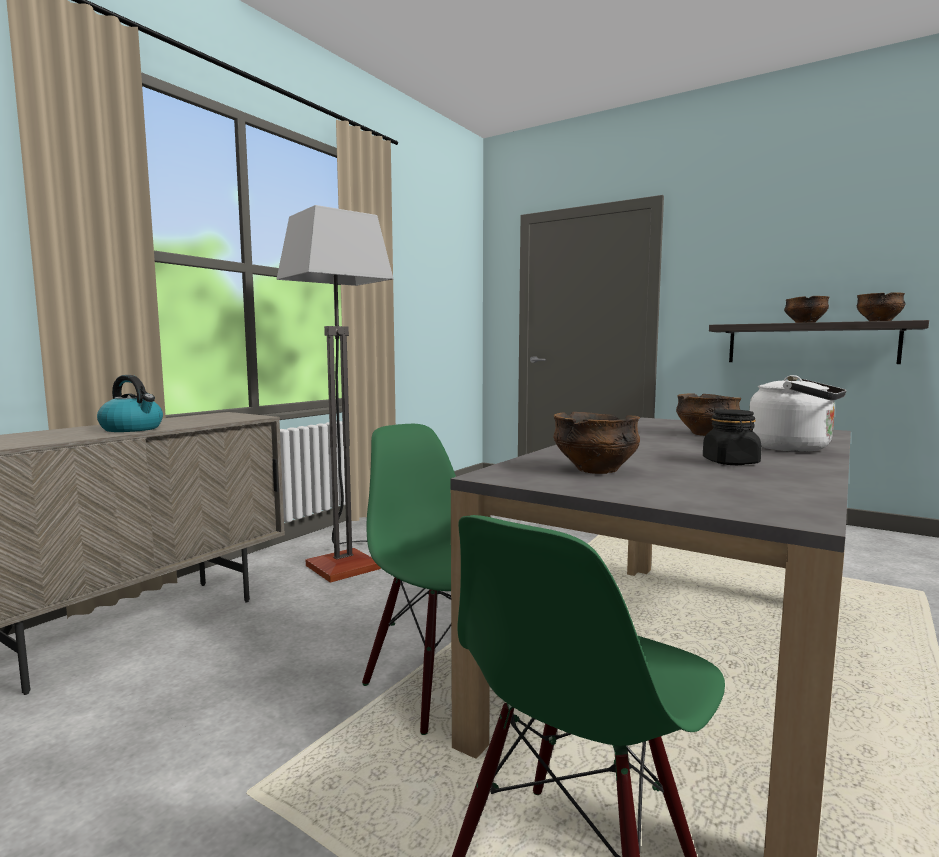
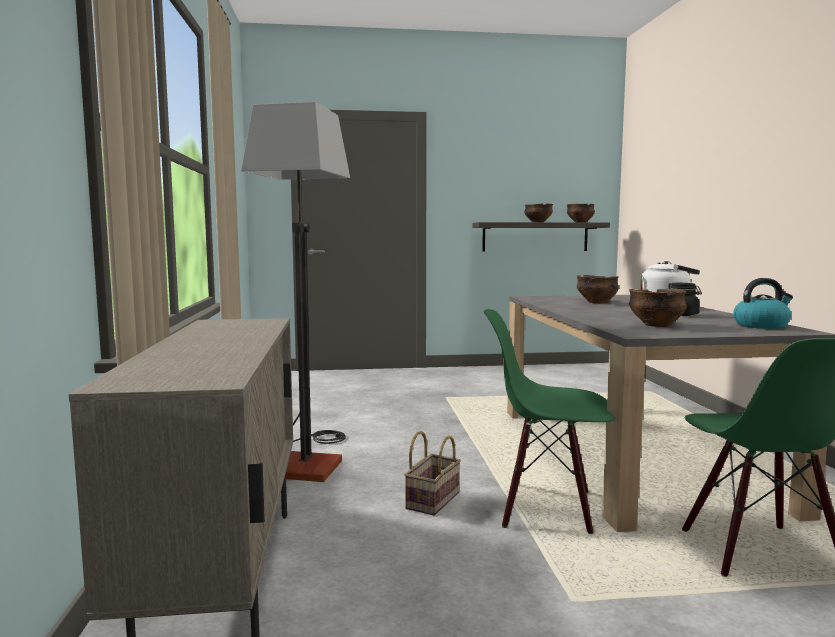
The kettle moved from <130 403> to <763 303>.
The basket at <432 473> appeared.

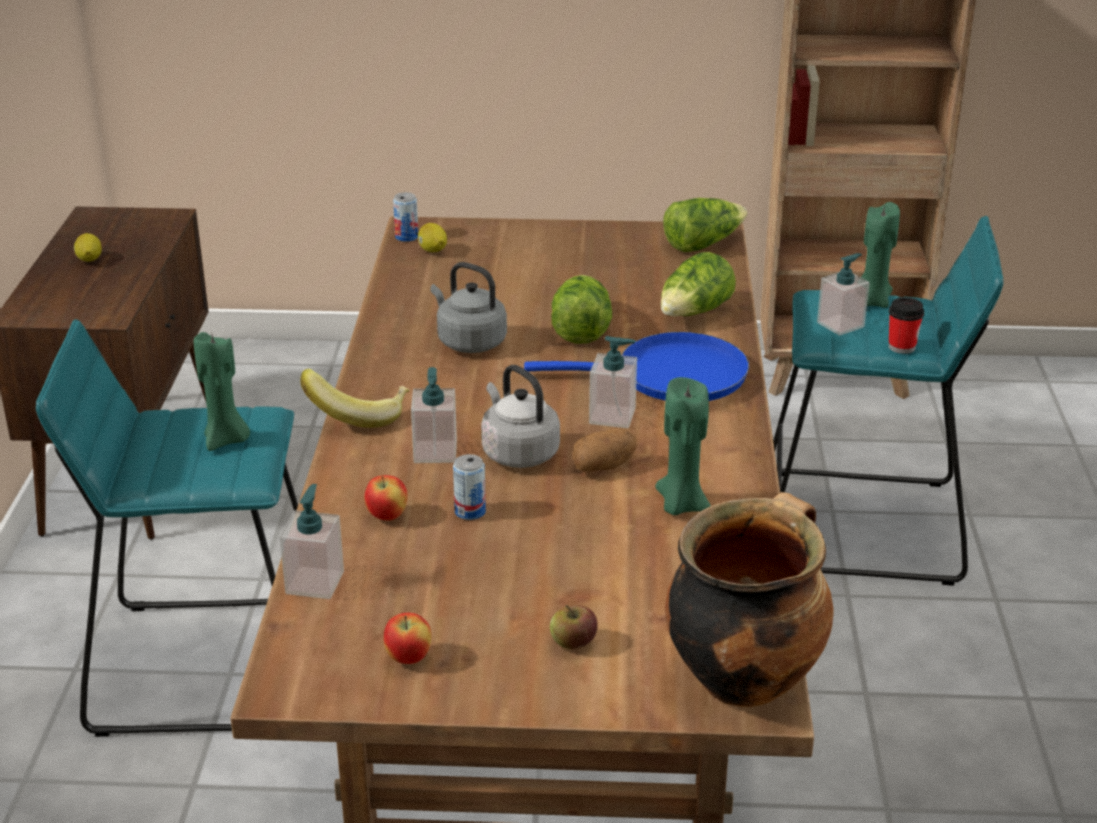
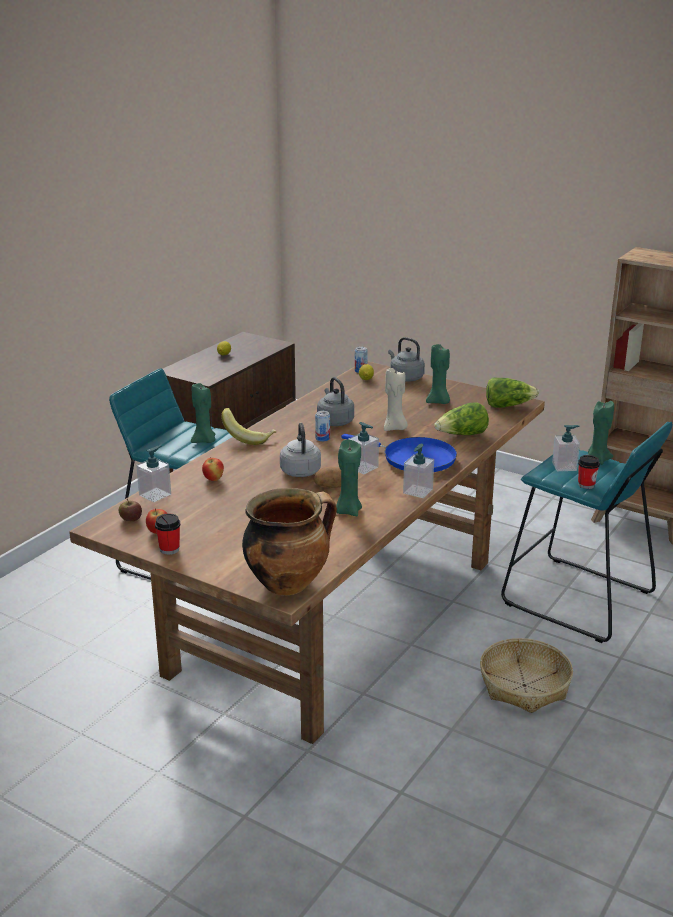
The lettuce at <581 309> was replaced by the candle (beige) at <396 399>.
The soap dispenser moved from <434 415> to <418 471>.
The can moved from <469 487> to <322 426>.
The apple moved from <574 627> to <130 510>.
The kettle (grey) at <406 359> appeared.
The candle (green) at <438 374> appeared.
The cup at <168 534> appeared.
The basket at <526 675> appeared.

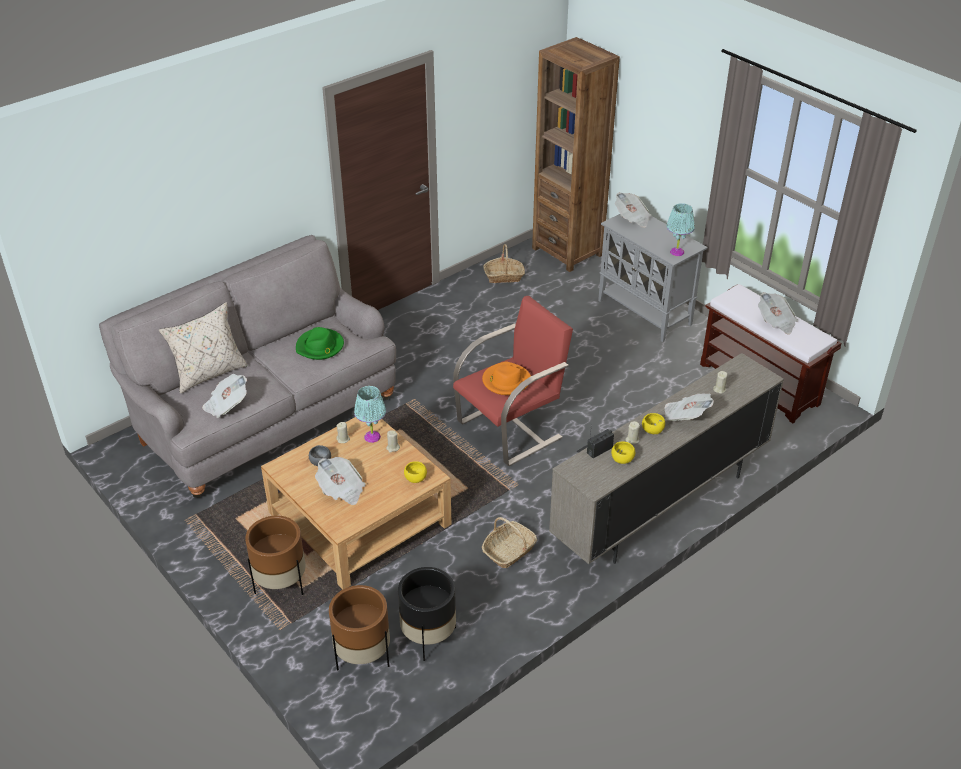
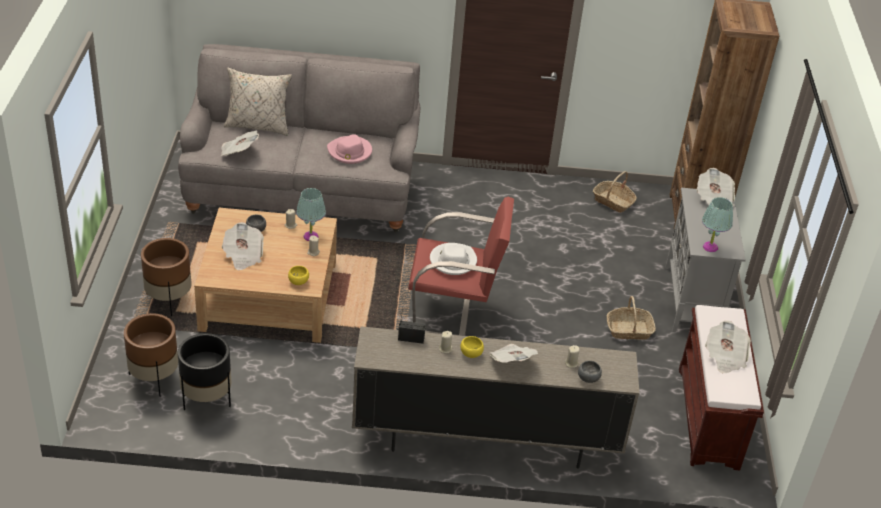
The hat (green) at <320 343> became the hat (pink) at <349 149>.
The hat (orange) at <506 378> became the hat (white) at <453 259>.
The bowl (yellow) at <623 452> disappeared.
The basket moved from <509 542> to <631 318>.
The bowl (grey) at <590 372> appeared.

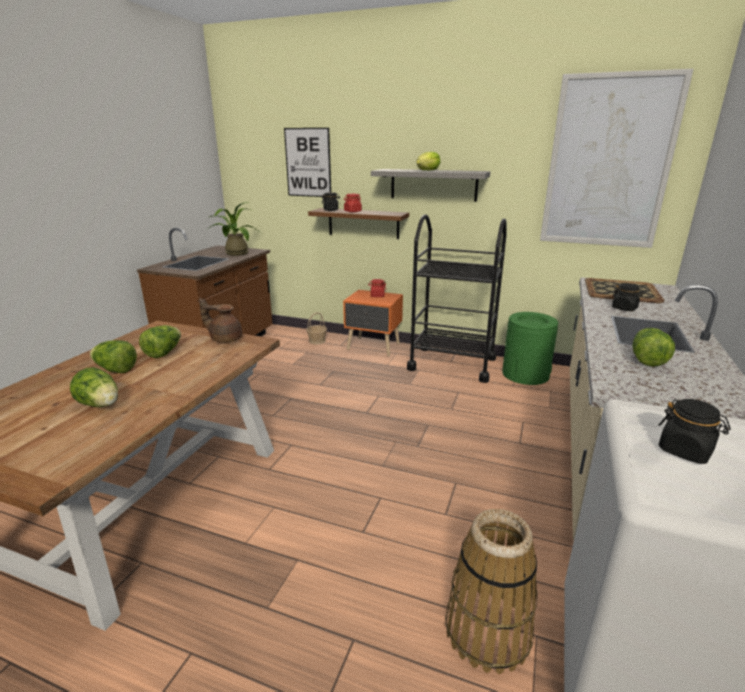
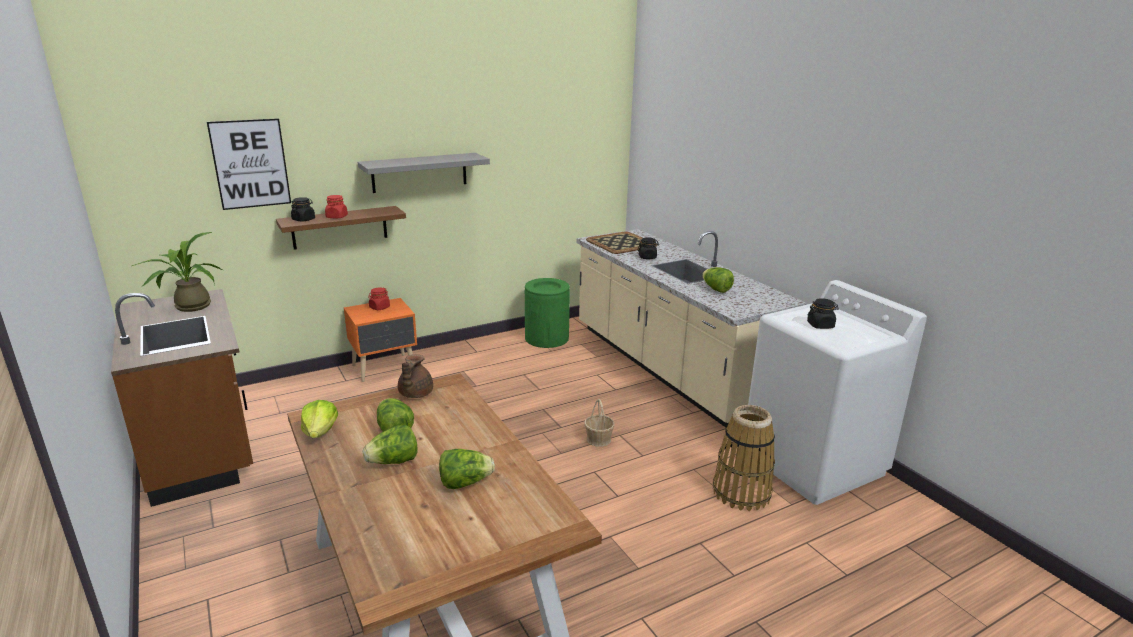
The picture at <616 158> disappeared.
The lettuce moved from <428 161> to <319 419>.
The cart (black) at <457 299> disappeared.
The teapot (brown) at <220 320> turned 45 degrees counterclockwise.
The basket moved from <316 328> to <599 423>.

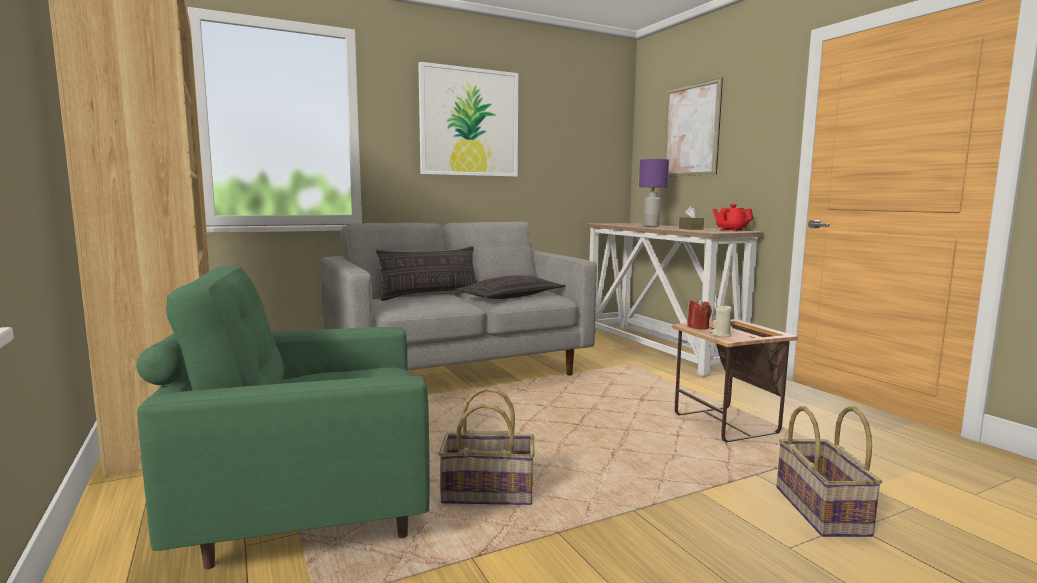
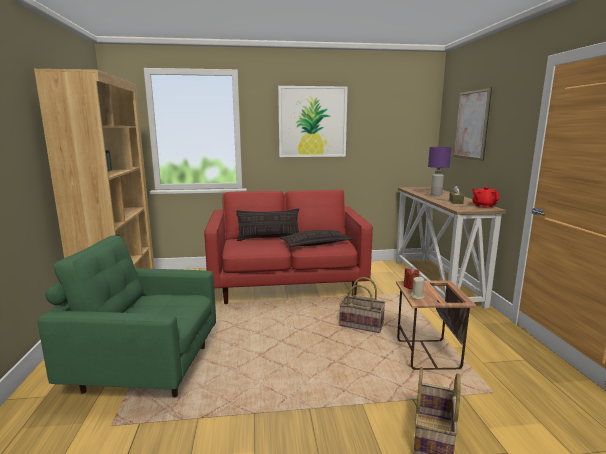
The sofa (grey) at <459 298> became the sofa (red) at <288 247>.
The basket moved from <486 446> to <362 305>.

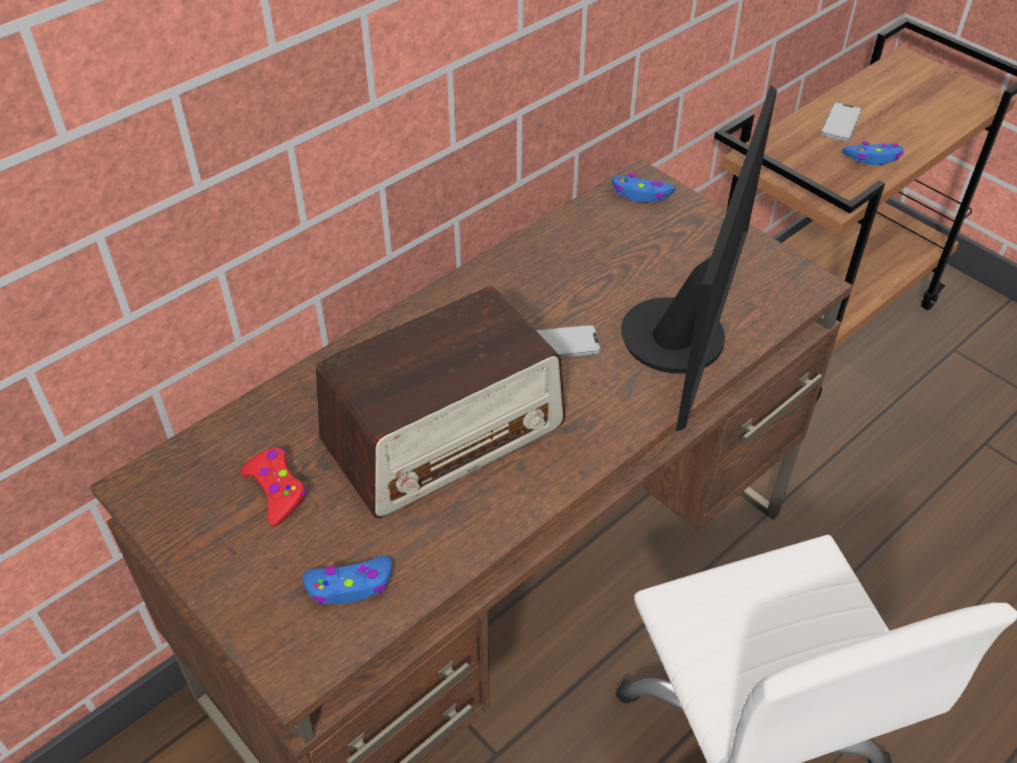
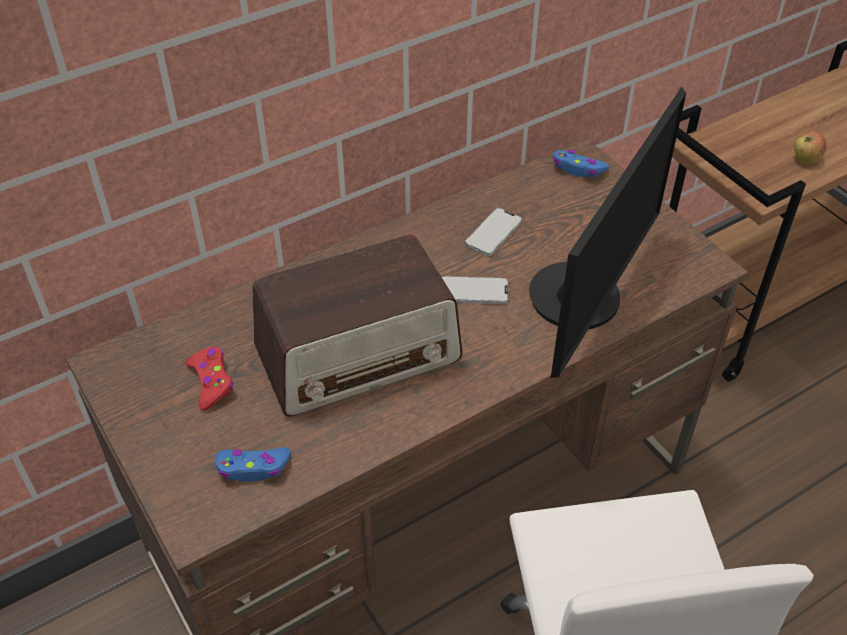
The phone moved from <841 121> to <493 232>.
The game controller (blue) at <872 153> was replaced by the apple at <810 148>.

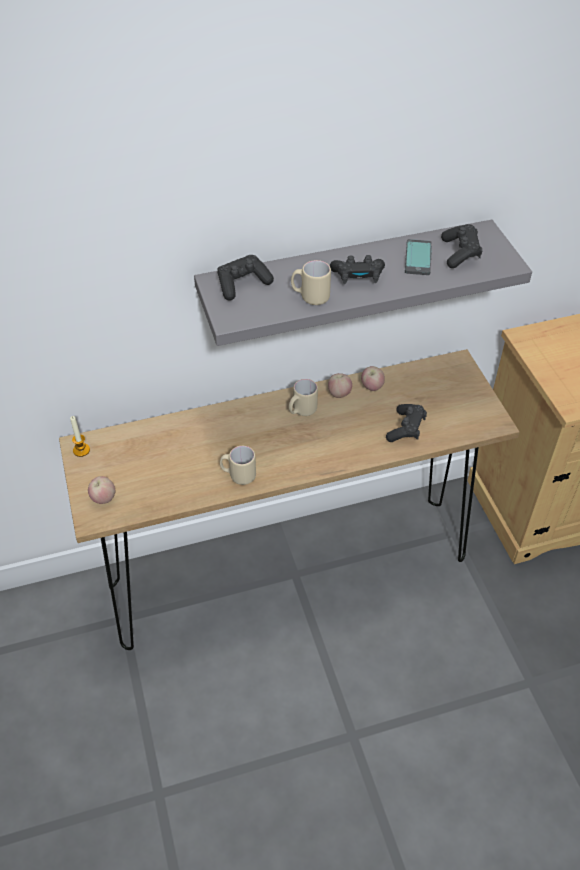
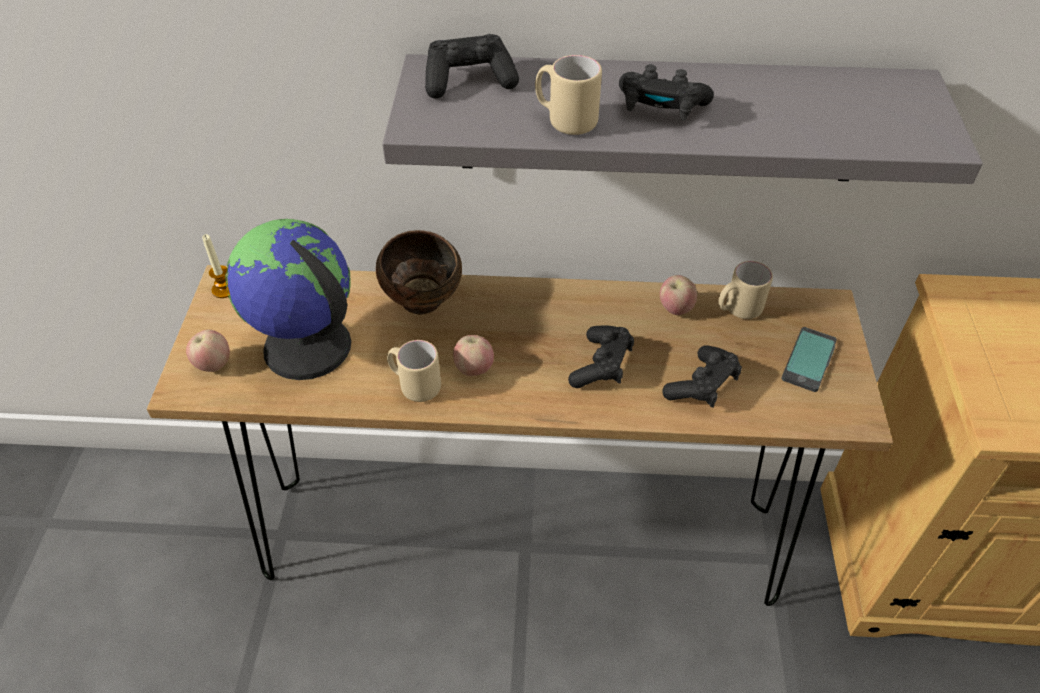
The game controller (black) moved from <461 246> to <601 356>.
The phone moved from <418 257> to <809 359>.
The apple moved from <340 385> to <473 355>.
The mug (beige) moved from <303 397> to <746 290>.
The globe at <288 299> appeared.
The bowl (brown) at <419 272> appeared.

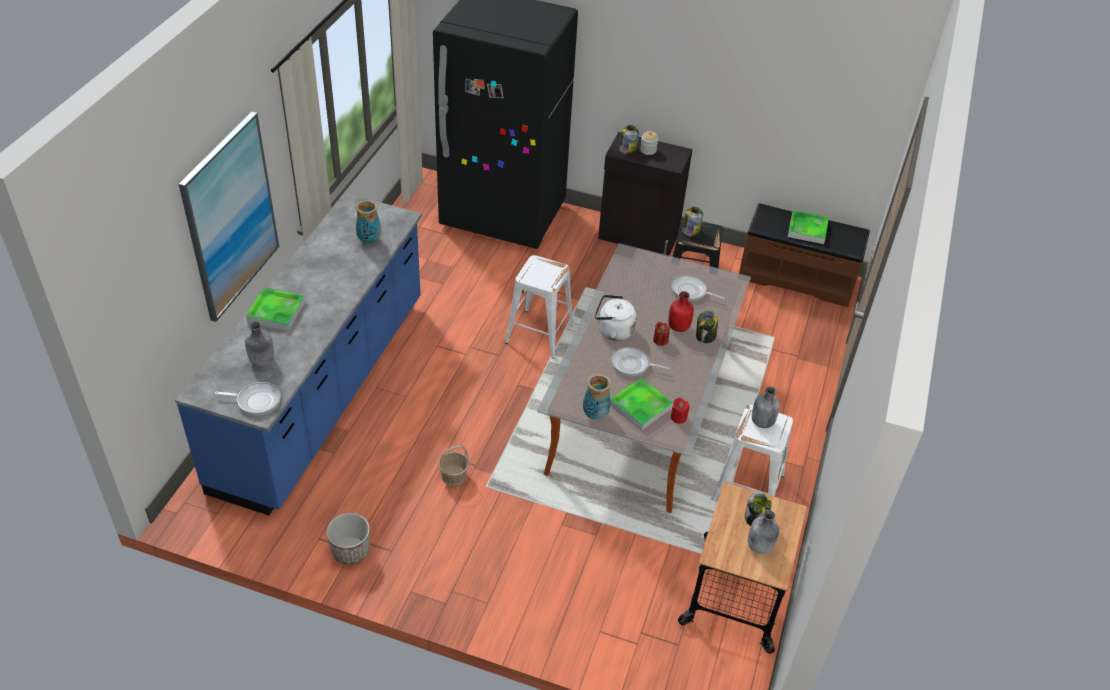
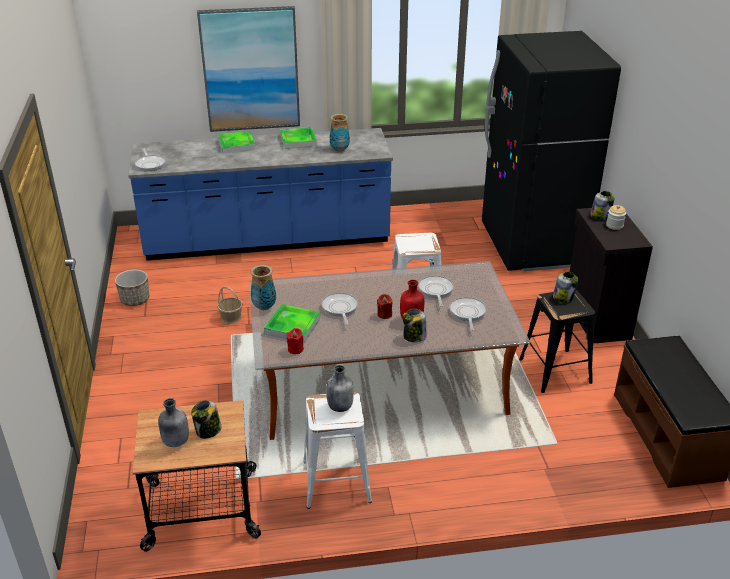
The tray moved from <808 227> to <298 138>.
The kettle (white) at <615 318> disappeared.
The bottle (grey) at <259 344> disappeared.
The frying pan at <436 291> appeared.

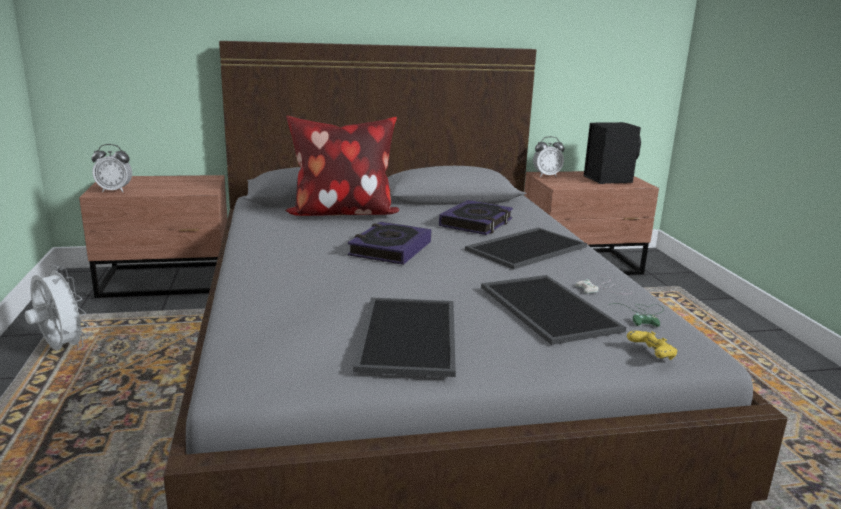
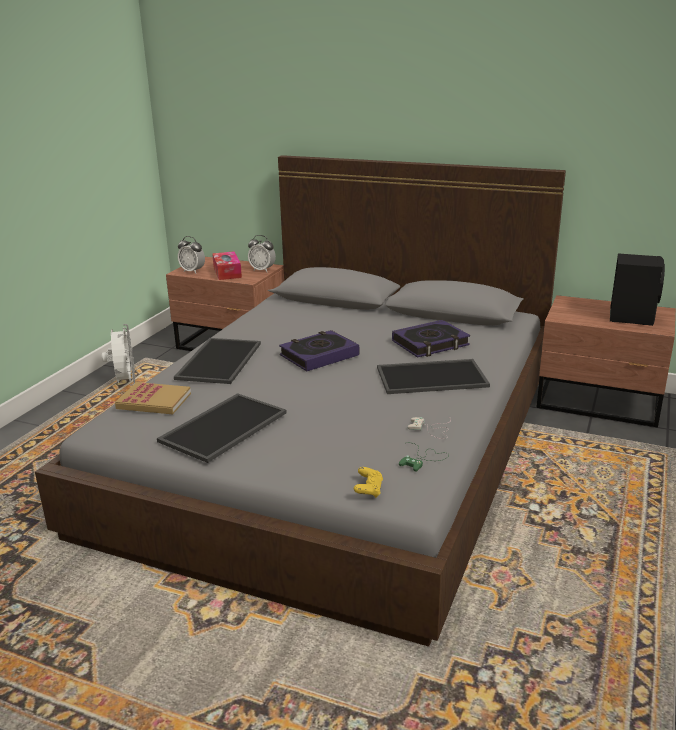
The pillow at <342 166> disappeared.
The alarm clock moved from <548 156> to <262 253>.
The tray moved from <553 310> to <217 361>.
The tissue box at <227 265> appeared.
The book at <153 398> appeared.

